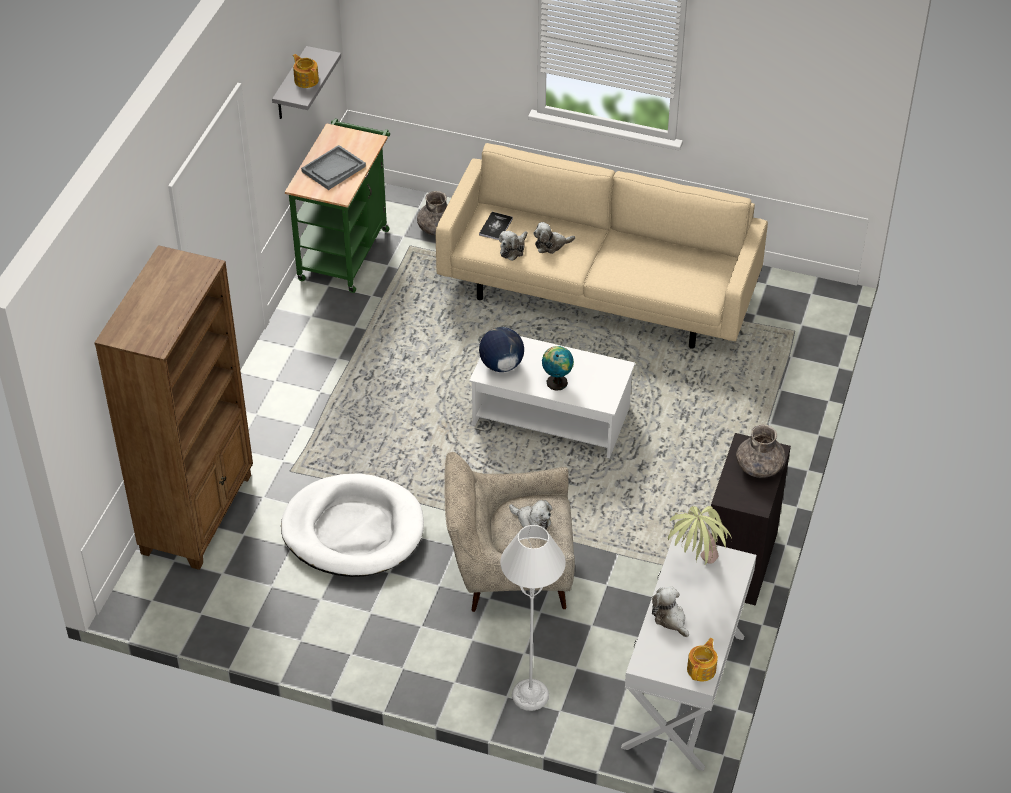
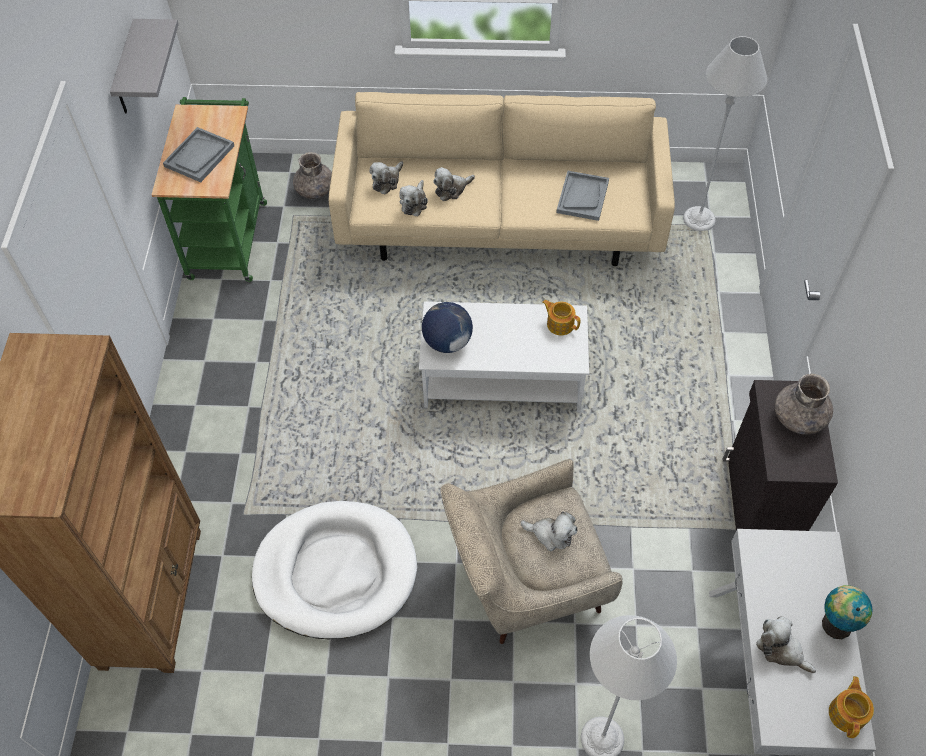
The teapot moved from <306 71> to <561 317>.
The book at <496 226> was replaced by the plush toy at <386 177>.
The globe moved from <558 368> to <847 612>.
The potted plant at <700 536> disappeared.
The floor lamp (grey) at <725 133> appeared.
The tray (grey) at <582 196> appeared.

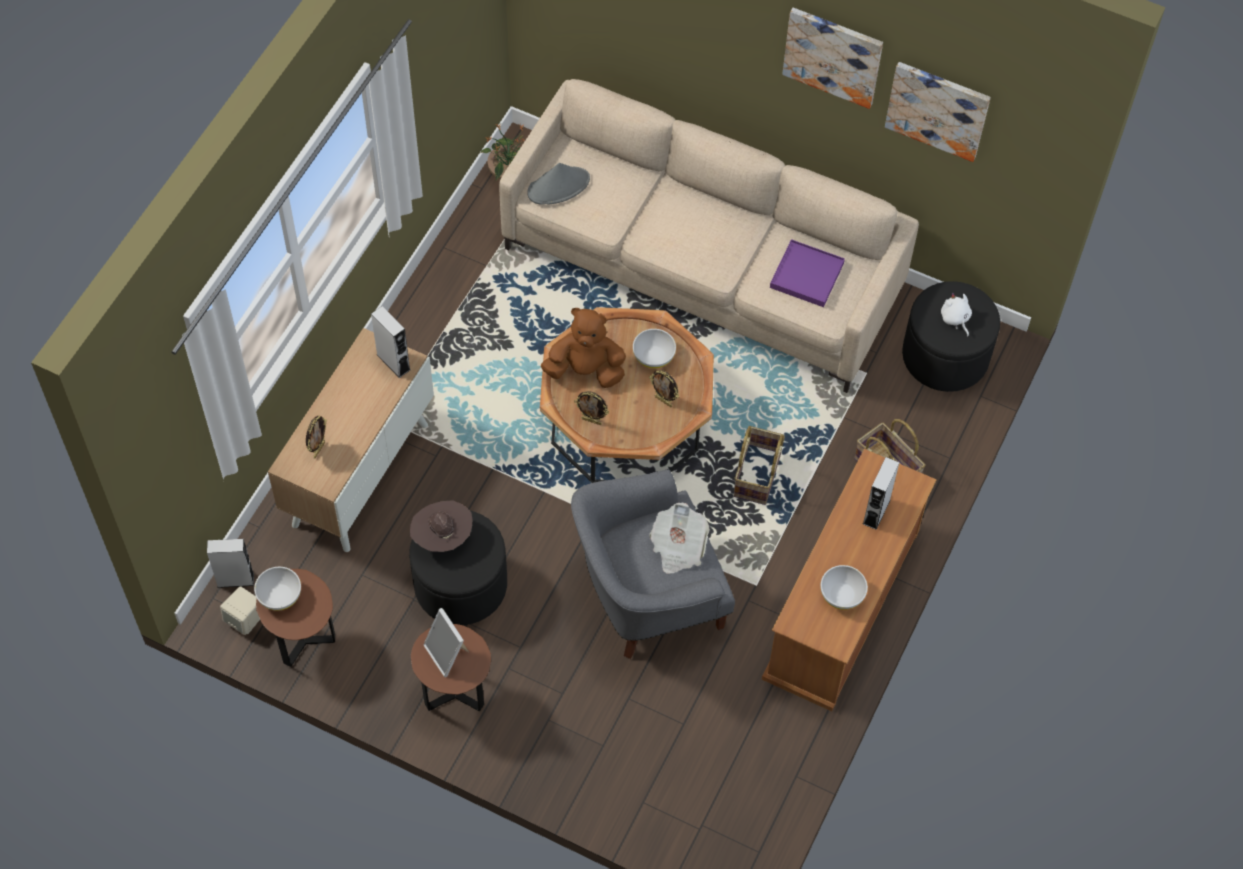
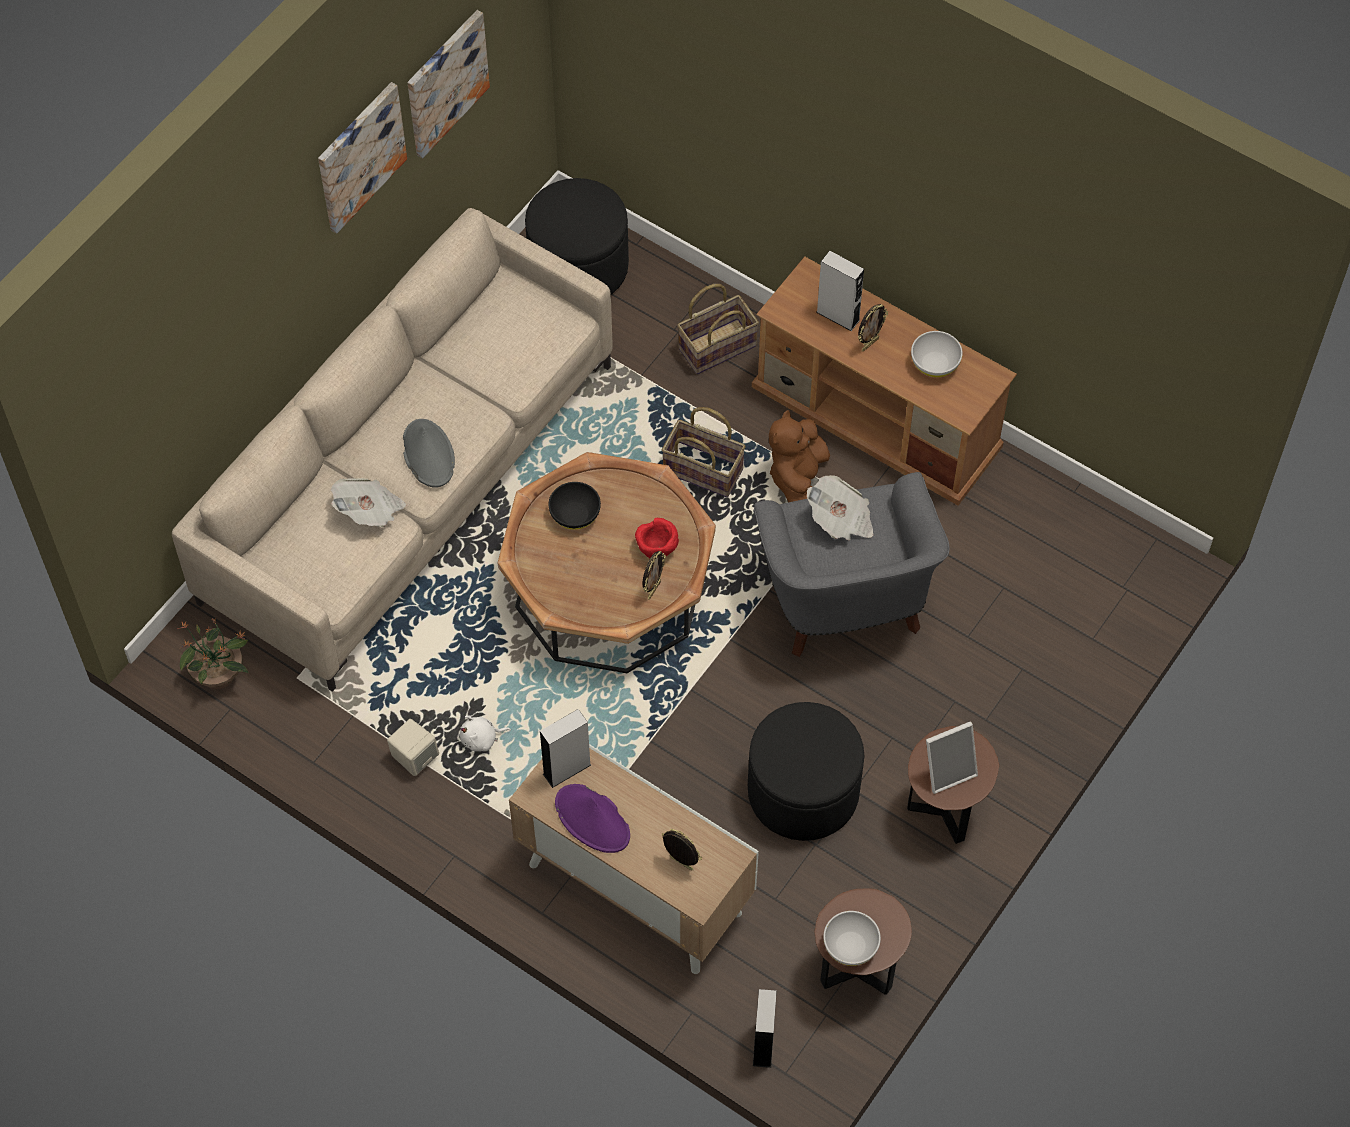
The hat (grey) moved from <558 184> to <429 453>.
The tray (purple) at <807 273> disappeared.
The plush toy (white) moved from <956 315> to <485 733>.
The plush toy (brown) moved from <583 348> to <799 456>.
The bowl (white) at <654 348> became the bowl (black) at <574 506>.
The picture frame moved from <664 388> to <873 328>.
The hat (brown) at <441 526> disappeared.
The speaker (beige) moved from <240 610> to <413 747>.
The newspaper at <368 502> appeared.
The bowl (red) at <657 538> appeared.
The hat (purple) at <592 818> appeared.

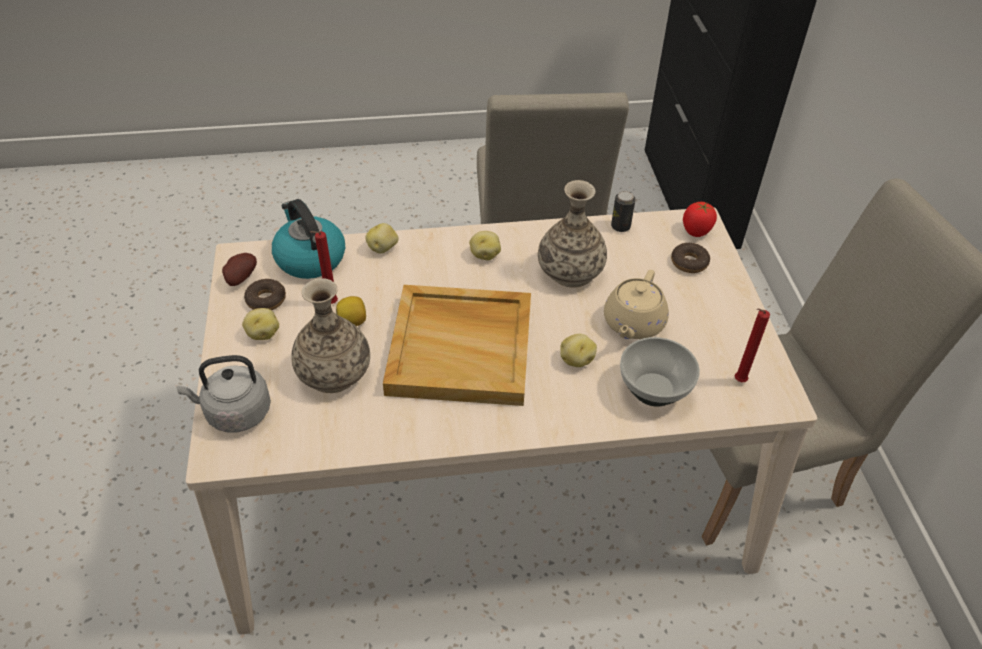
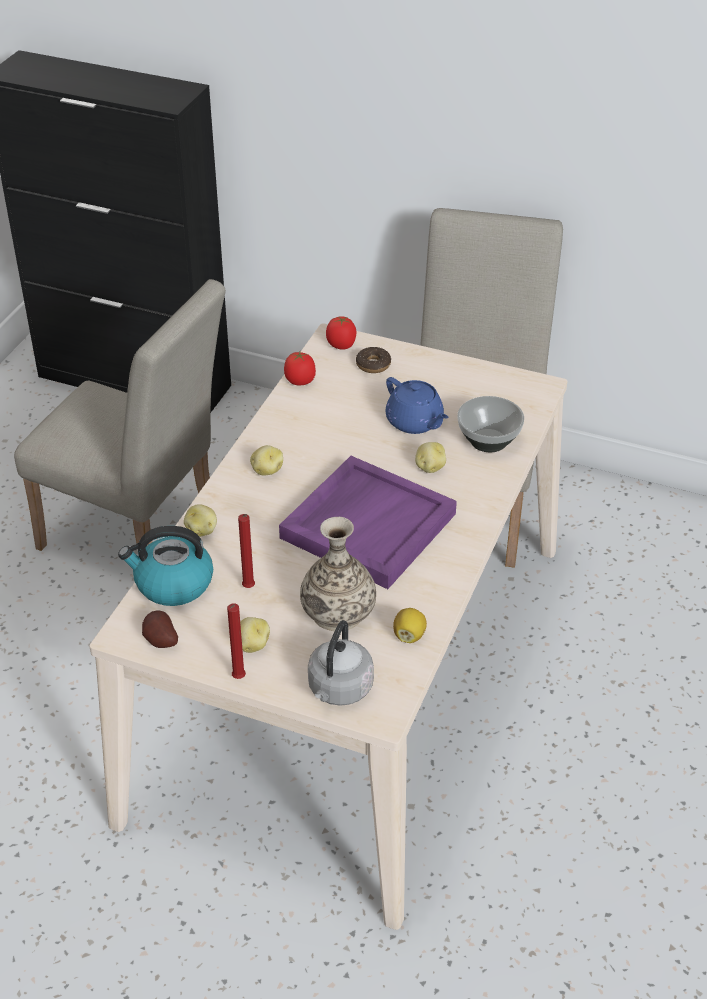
The vase at <572 234> disappeared.
The can at <623 211> was replaced by the tomato at <300 368>.
The teapot (beige) at <636 304> became the teapot (blue) at <417 405>.
The donut at <265 294> disappeared.
The tray (beige) at <457 345> became the tray (purple) at <368 522>.
The lemon moved from <351 311> to <410 625>.
The candle (red) moved from <752 345> to <236 641>.

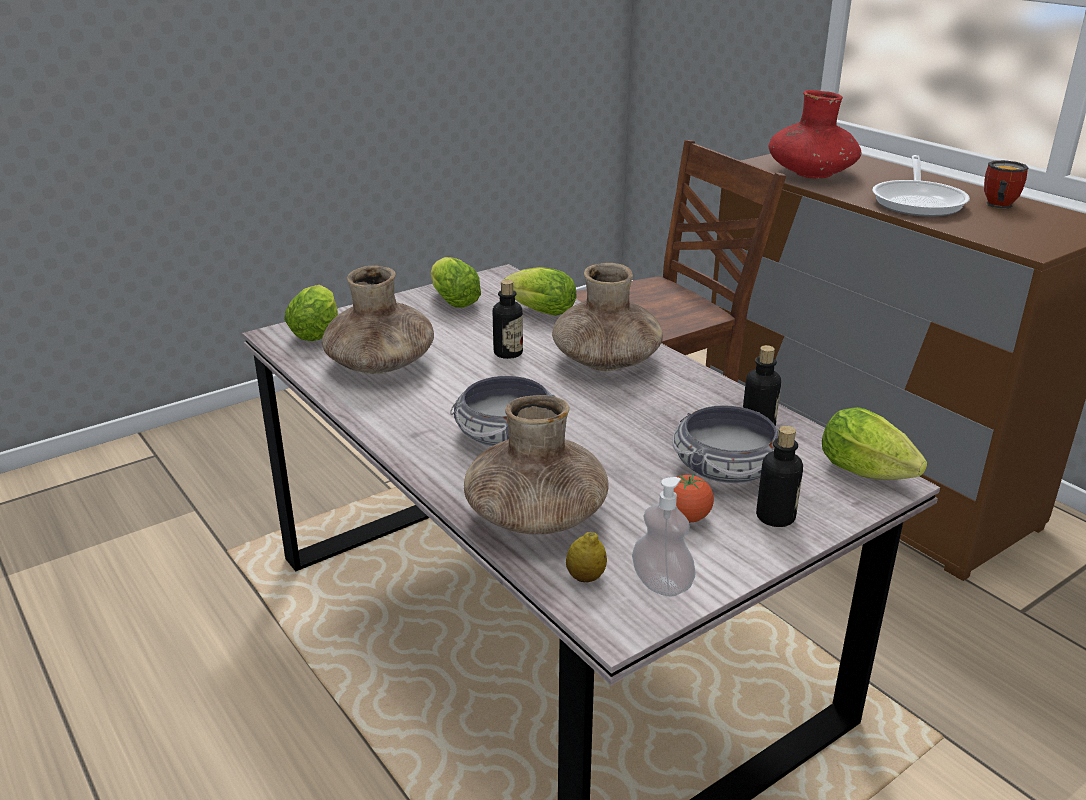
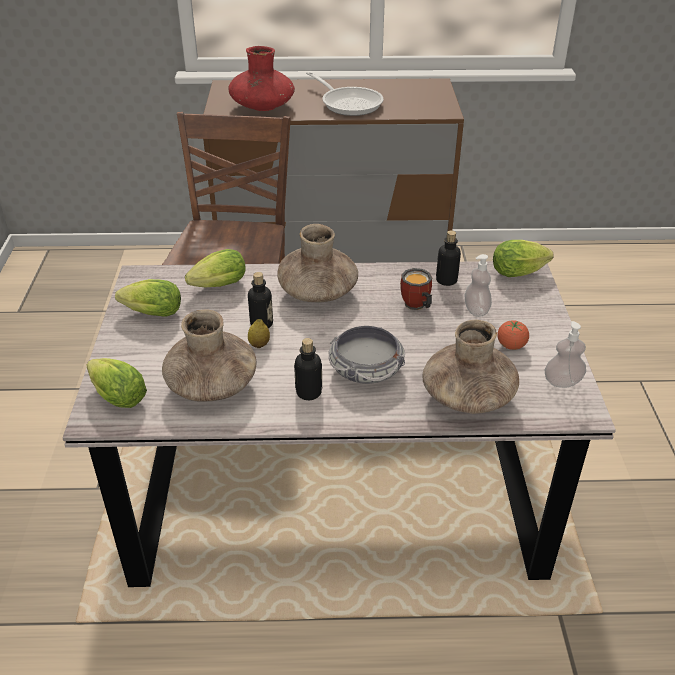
The mug moved from <1006 184> to <416 289>.
The bowl at <726 444> was replaced by the soap dispenser at <478 285>.
The bottle moved from <779 476> to <308 369>.
The lemon moved from <586 557> to <259 333>.

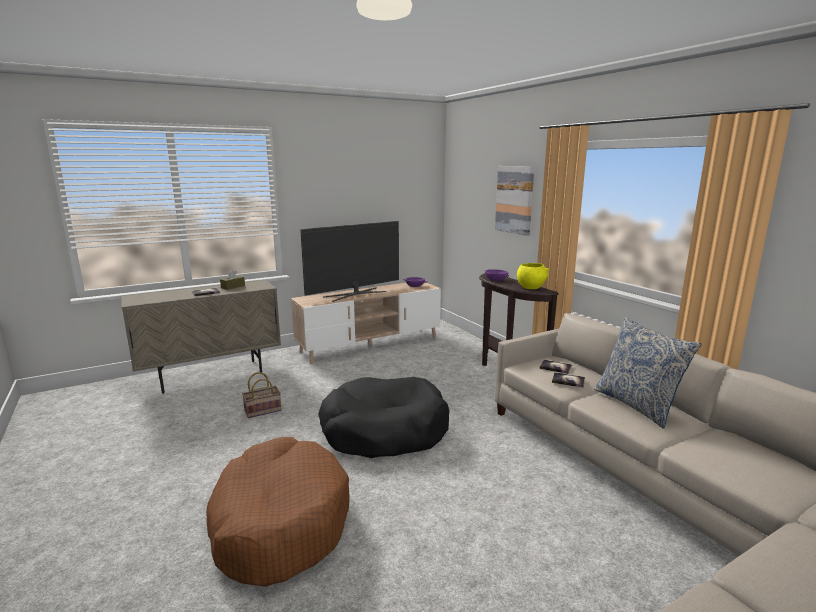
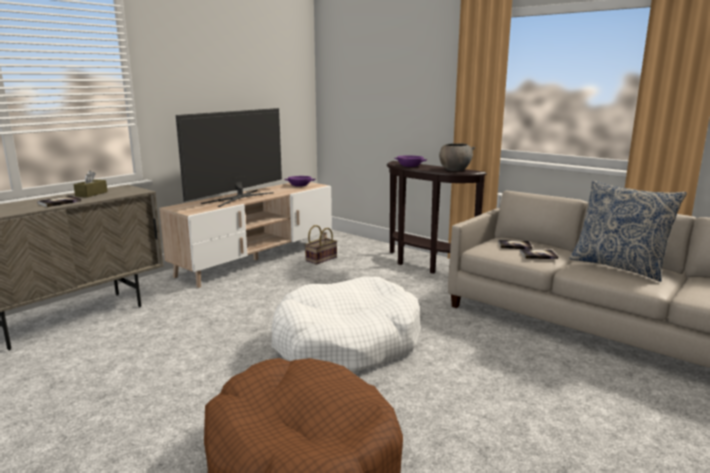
The picture at <515 201> disappeared.
The bowl (yellow) at <533 276> became the bowl (grey) at <457 157>.
The basket moved from <262 395> to <321 245>.
The dog bed (black) at <383 417> became the dog bed (white) at <346 325>.

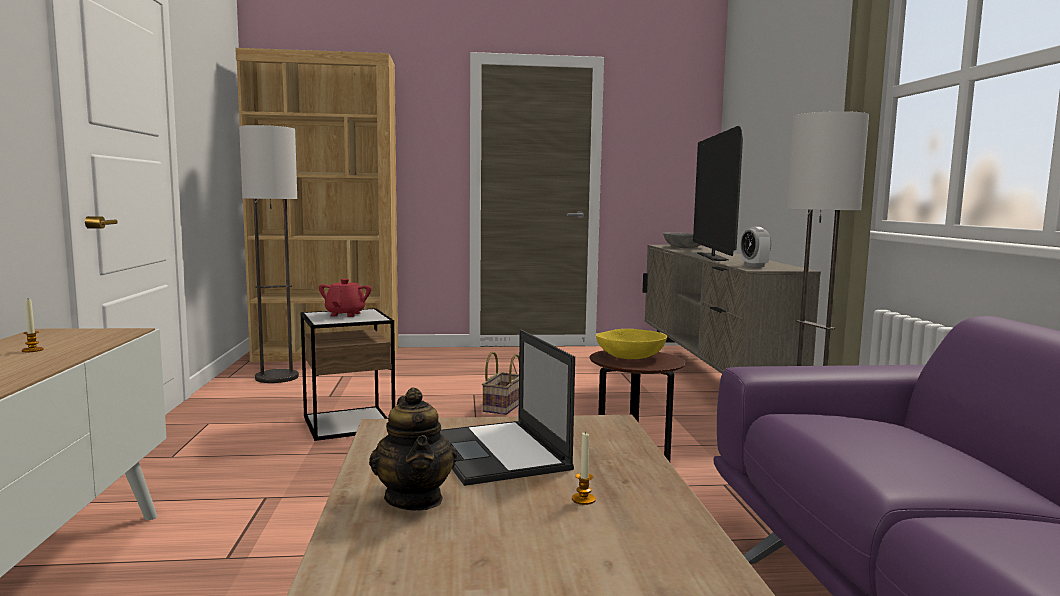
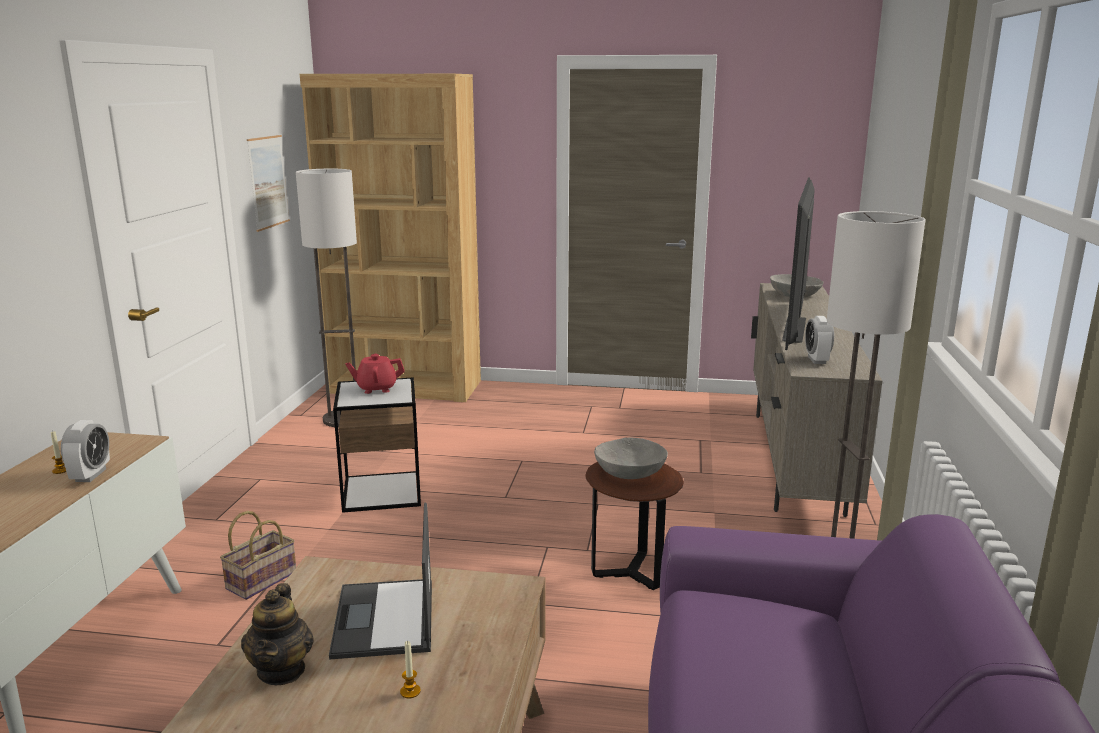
The teapot (red) at <345 298> turned 120 degrees counterclockwise.
The bowl (yellow) at <631 344> became the bowl (grey) at <631 458>.
The basket moved from <500 383> to <258 555>.
The picture at <268 183> appeared.
The alarm clock at <85 451> appeared.

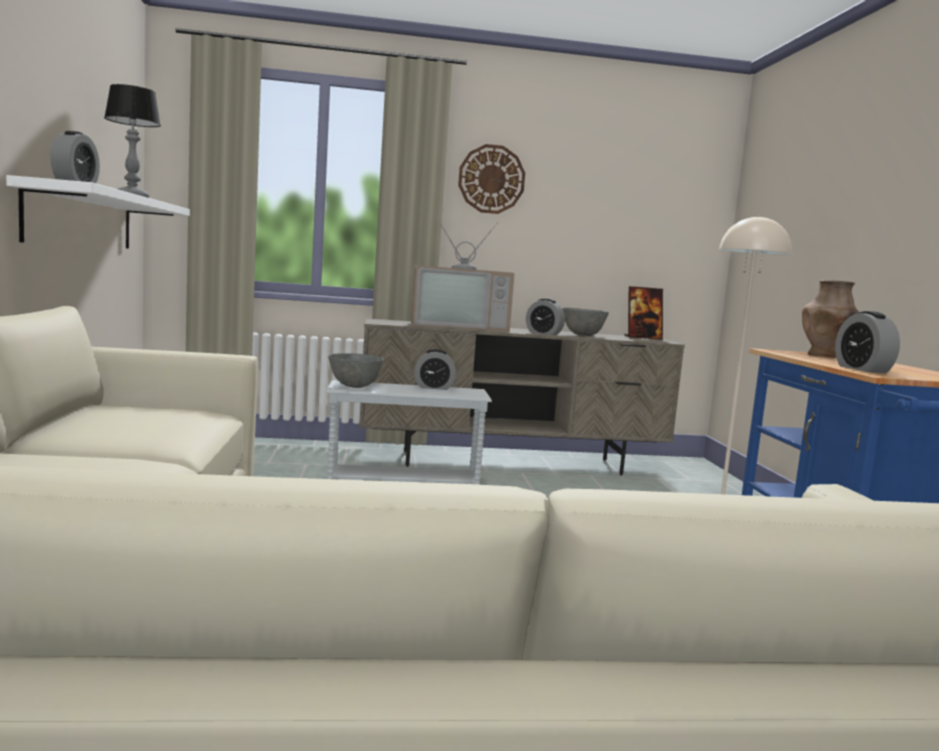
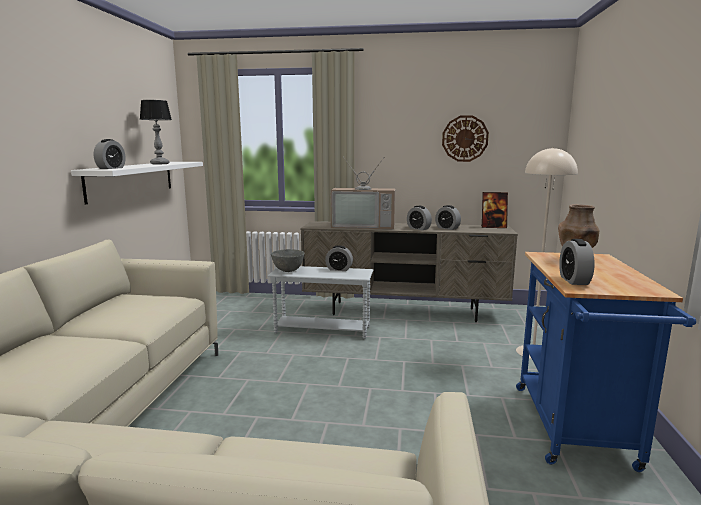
The wall clock moved from <491 179> to <465 138>.
The bowl (grey) at <585 322> was replaced by the alarm clock at <448 217>.

